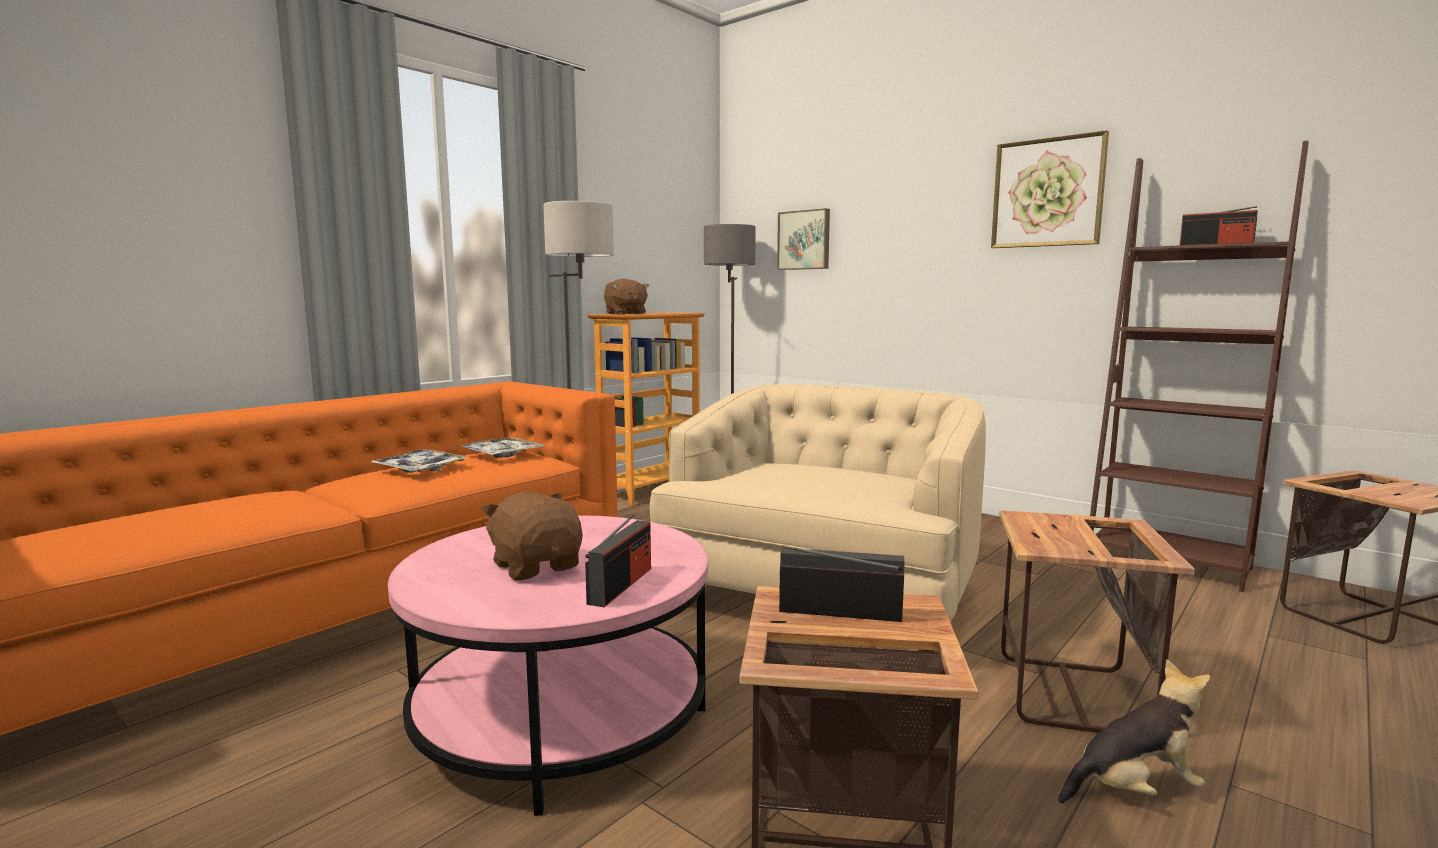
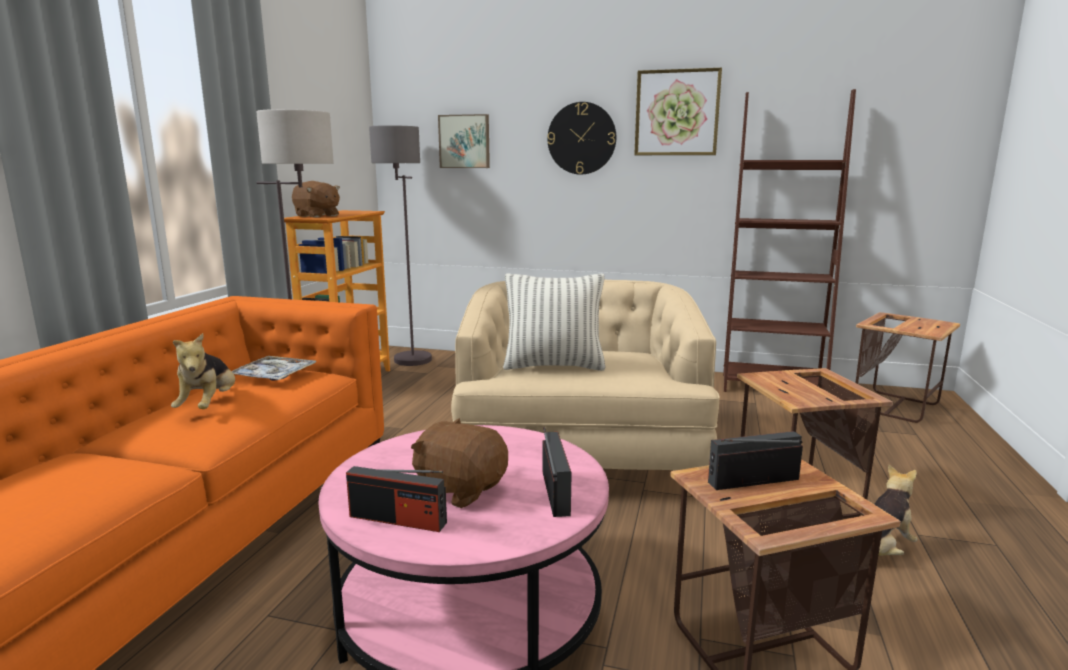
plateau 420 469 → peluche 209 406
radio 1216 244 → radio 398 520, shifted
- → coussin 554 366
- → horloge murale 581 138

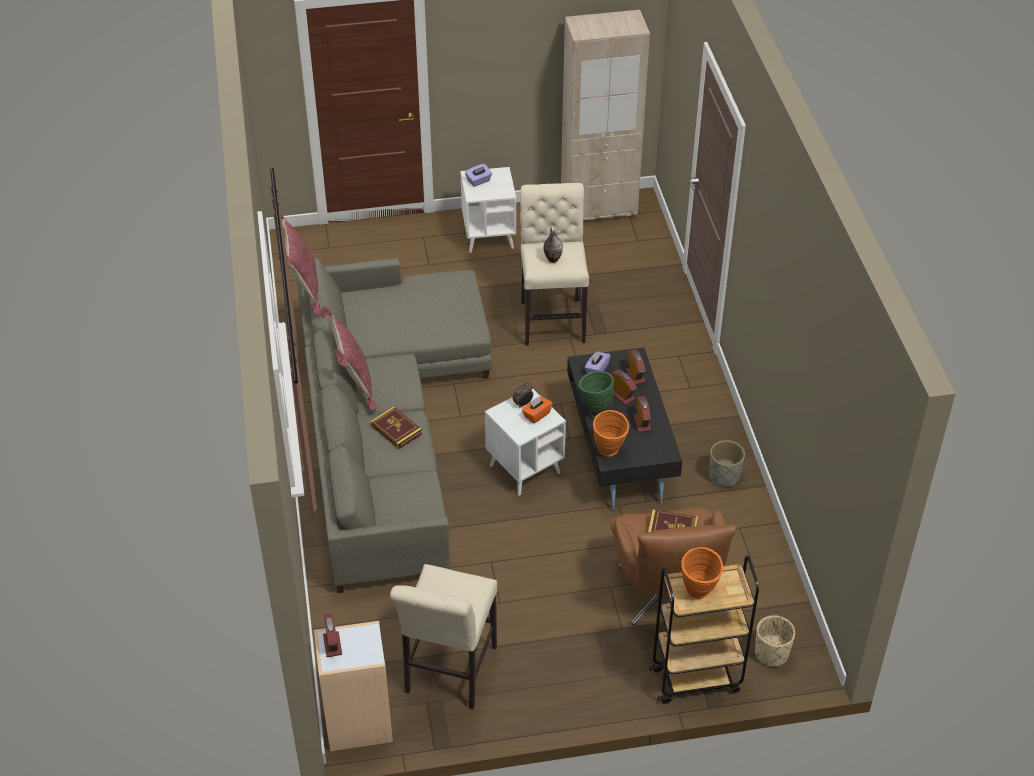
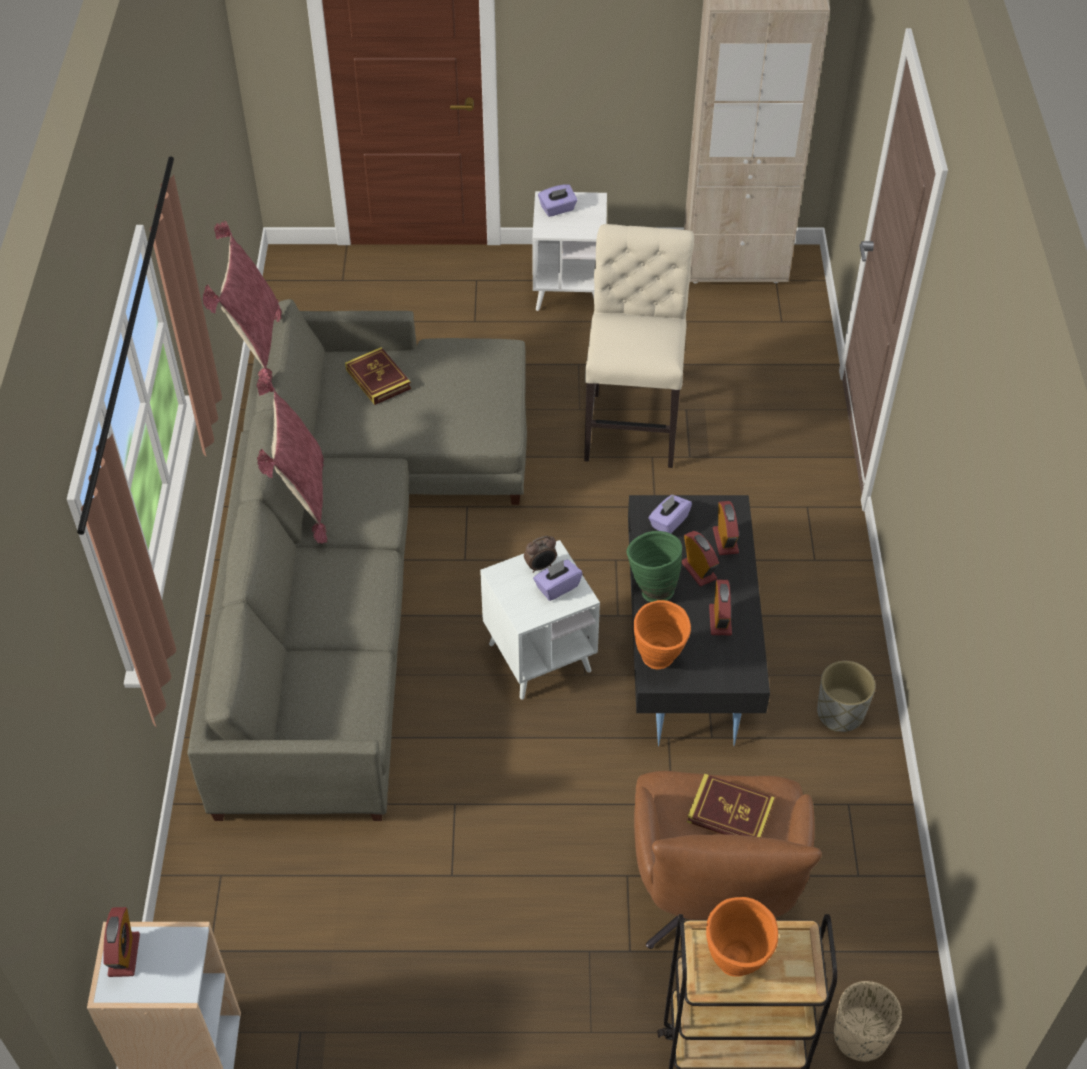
livre 396 430 → livre 378 379, shifted
boîte à mouchoirs (orange) 536 415 → boîte à mouchoirs (violet) 557 587
tabouret (beige) 448 674 → -
vase 552 259 → -

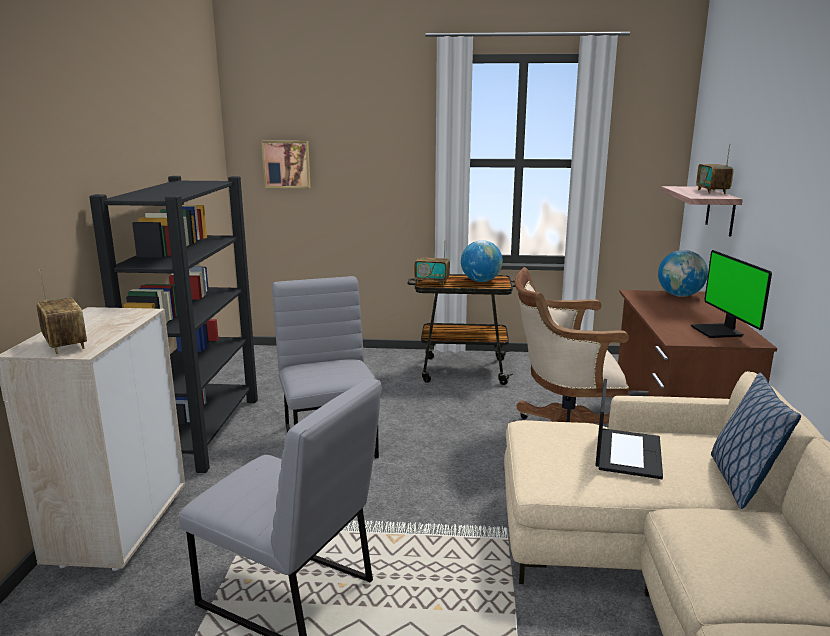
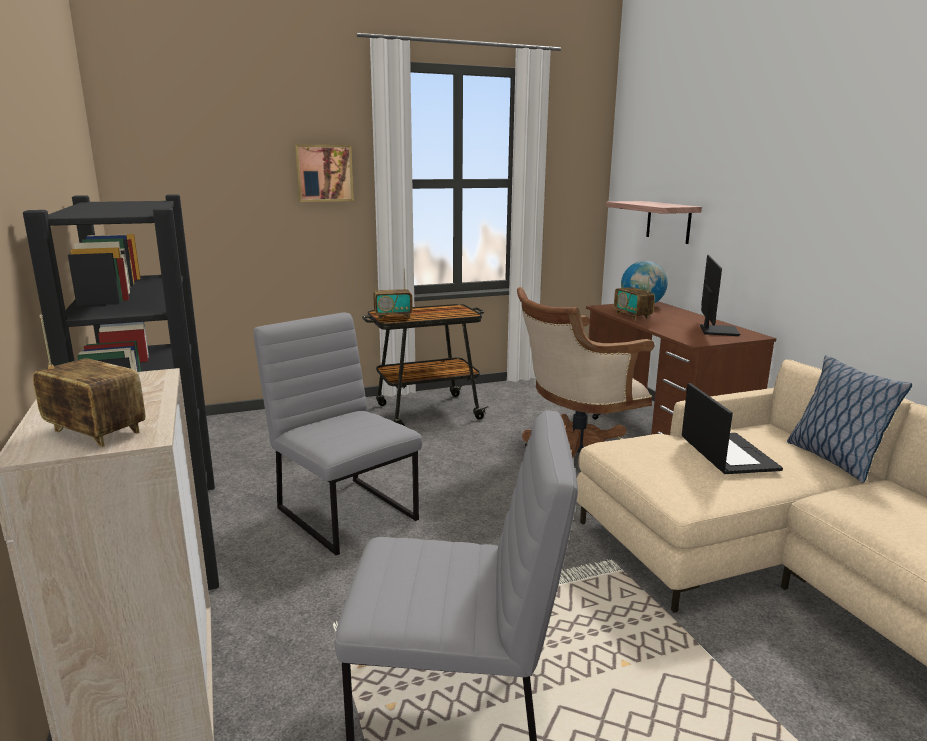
tableau 286 164 → tableau 324 173, shifted
radio 712 192 → radio 632 316, shifted
écran d'ordinateur 719 331 → écran d'ordinateur 716 331, 135 degrees counterclockwise
globe 481 281 → -

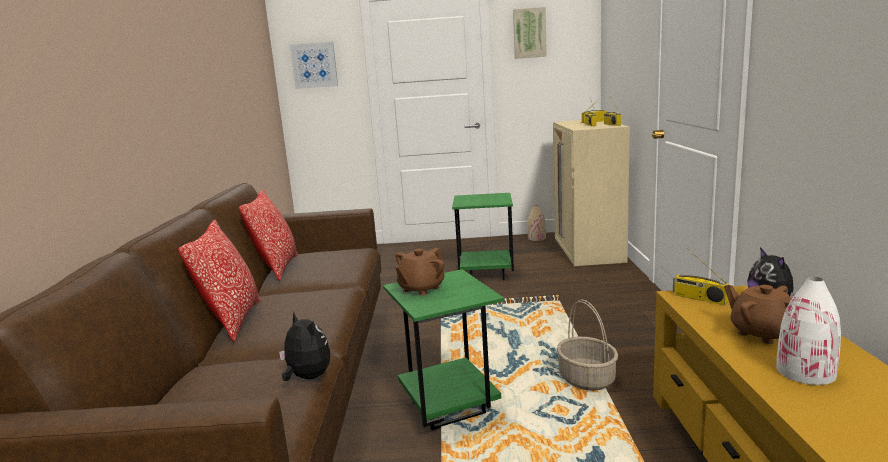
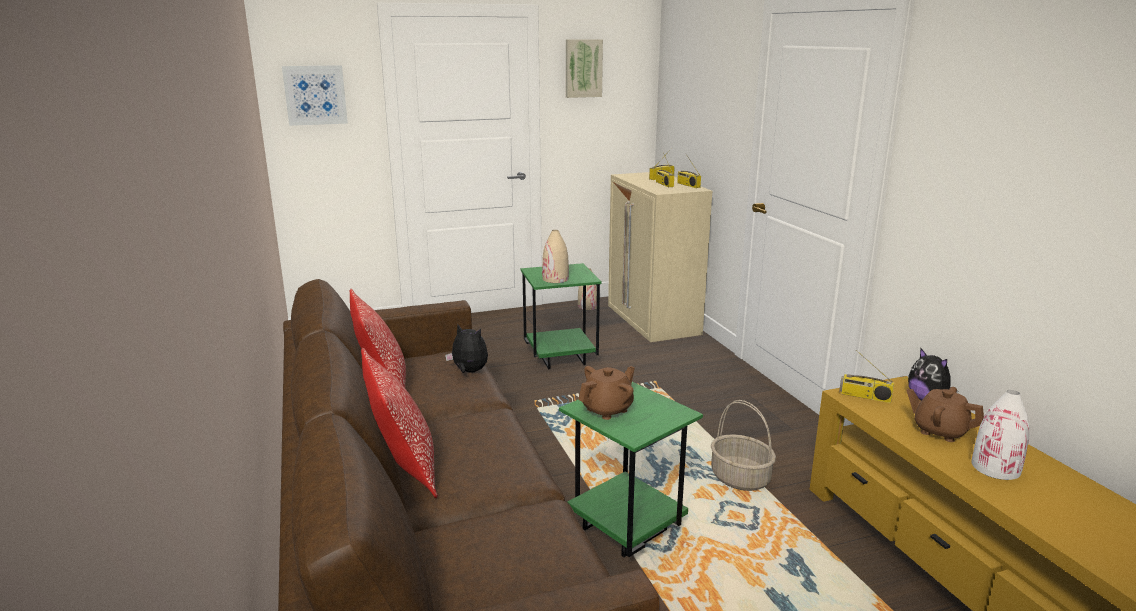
peluche 307 378 → peluche 469 372, shifted
- → vase (beige) 555 279
théière (marron) 421 289 → théière (marron) 607 409, 150 degrees counterclockwise

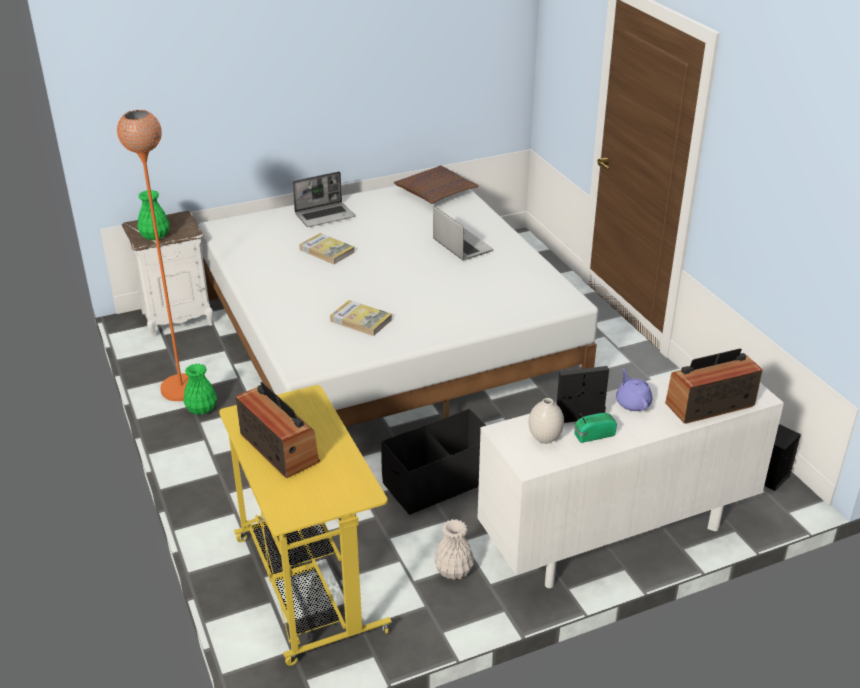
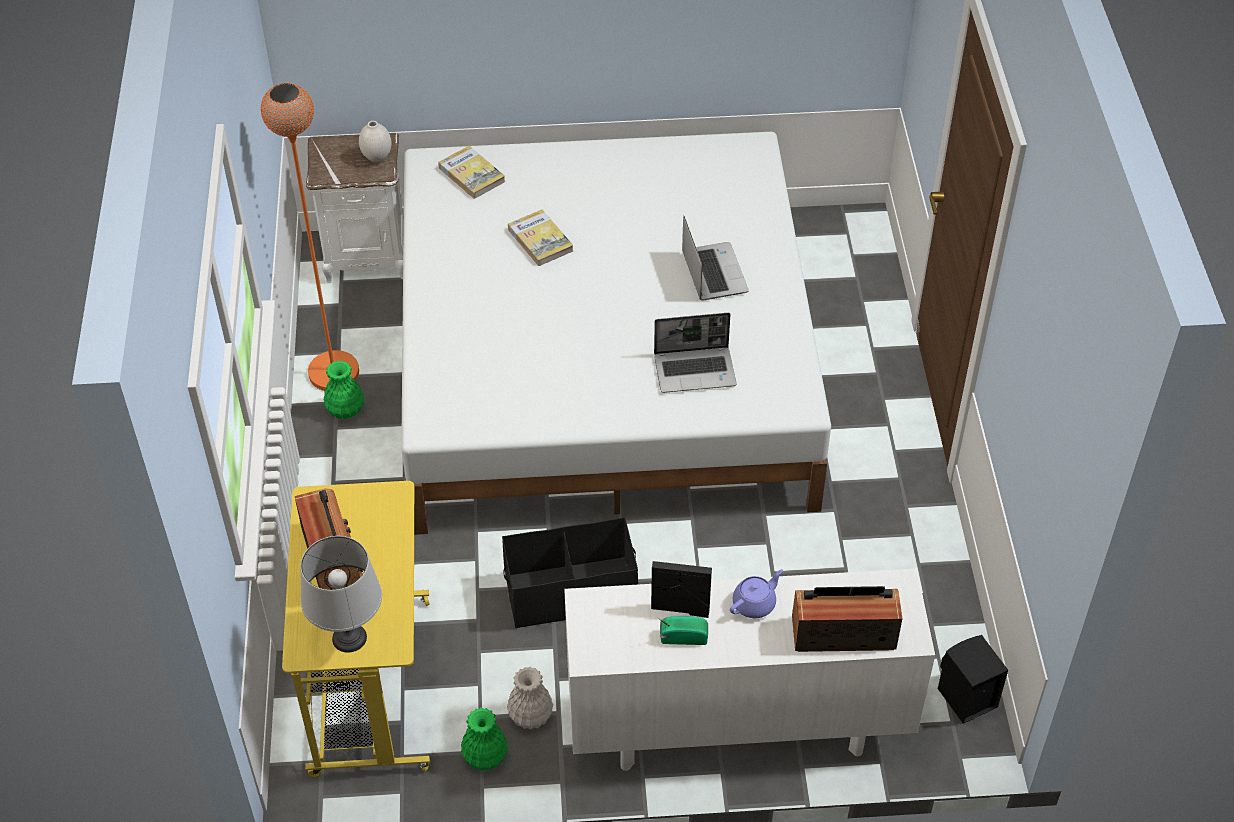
- → lampe de table (gris) 349 638
vase (blanc) 545 439 → vase (blanc) 377 157, shifted
livre 361 320 → livre 471 175, shifted
vase (vert) 155 236 → vase (vert) 486 756, shifted
ordinateur portable 325 215 → ordinateur portable 695 370, shifted
théière (violet) 632 403 → théière (violet) 755 604, 45 degrees clockwise
coussin (marron) 435 193 → -

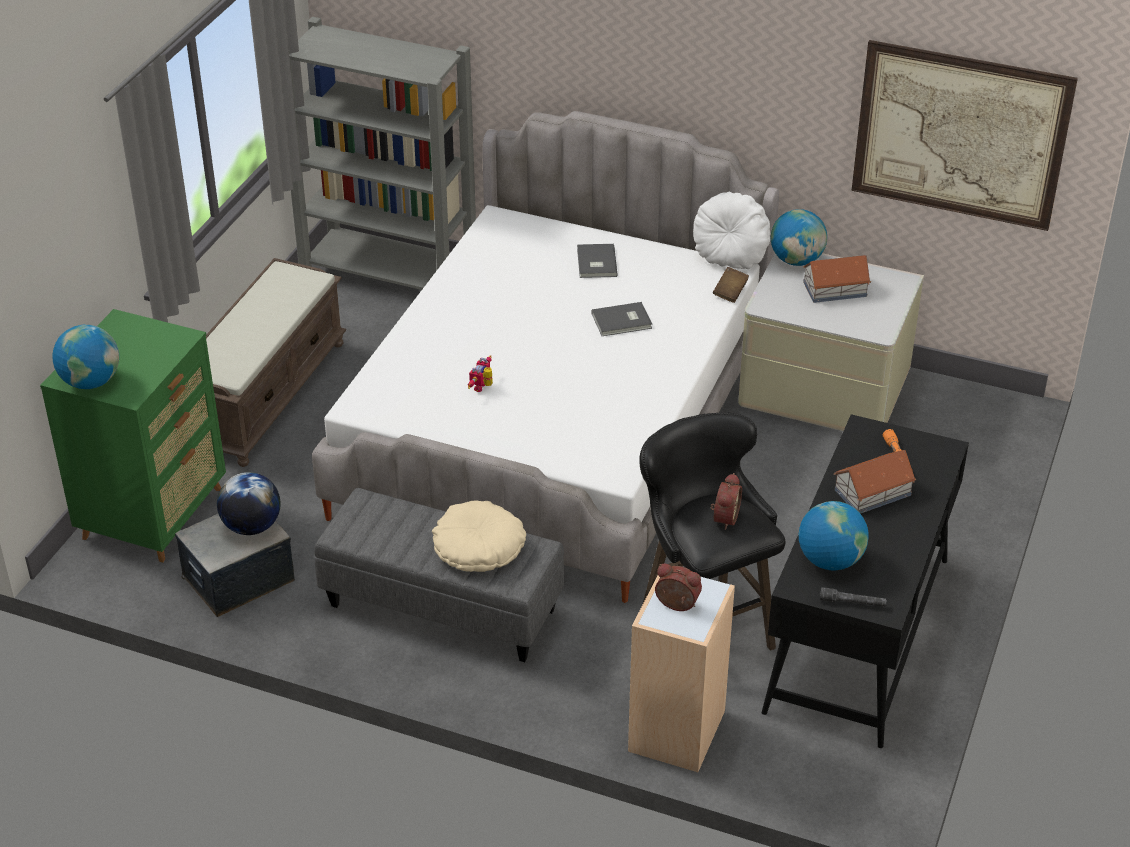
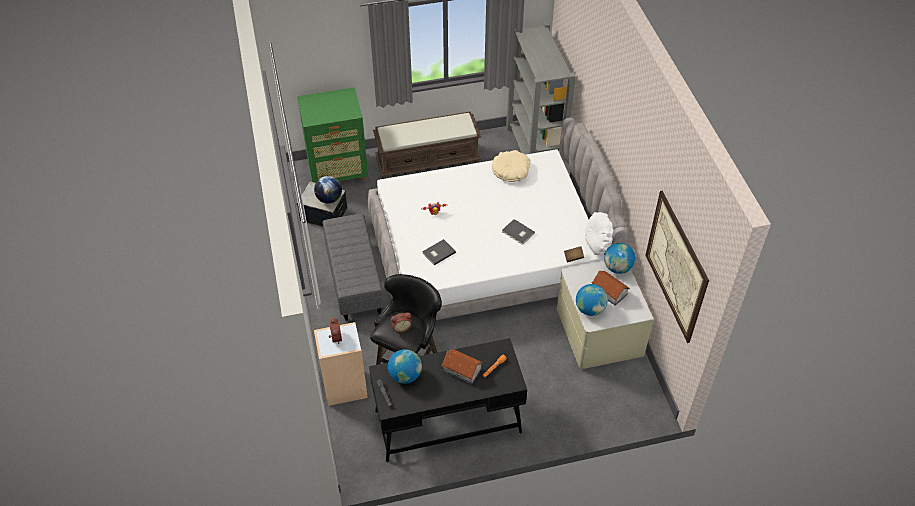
livre (gris) 595 263 → livre (gris) 438 252, shifted
coussin (beige) 477 548 → coussin (beige) 510 170, shifted
globe 90 382 → globe 590 309, shifted

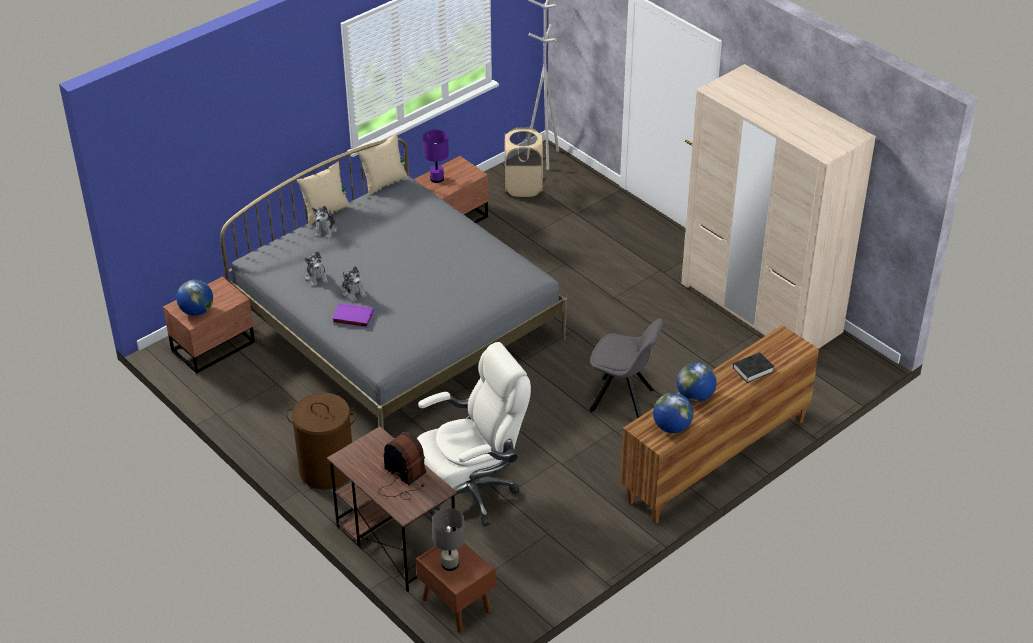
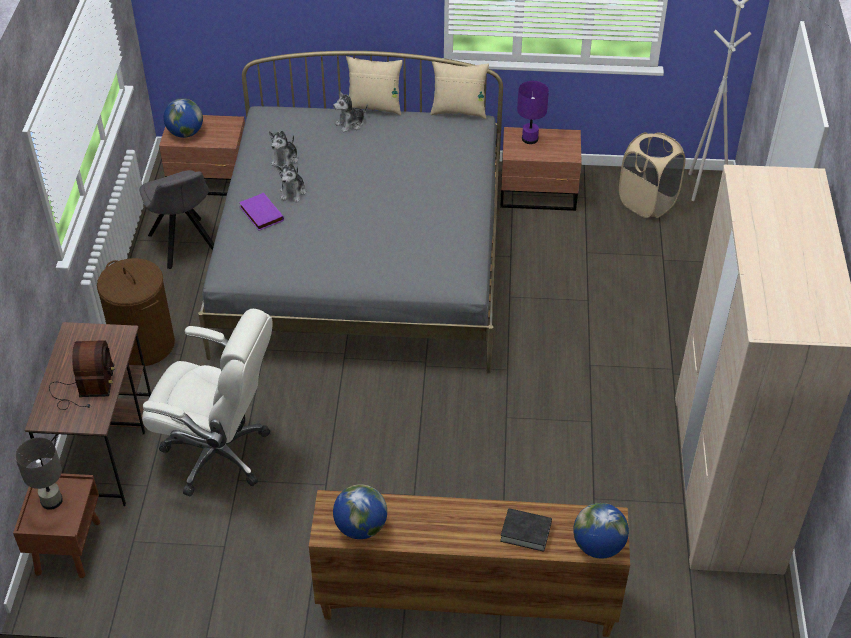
chaise (gris) 622 400 → chaise (gris) 184 244, shifted
globe 695 396 → globe 598 546, shifted

